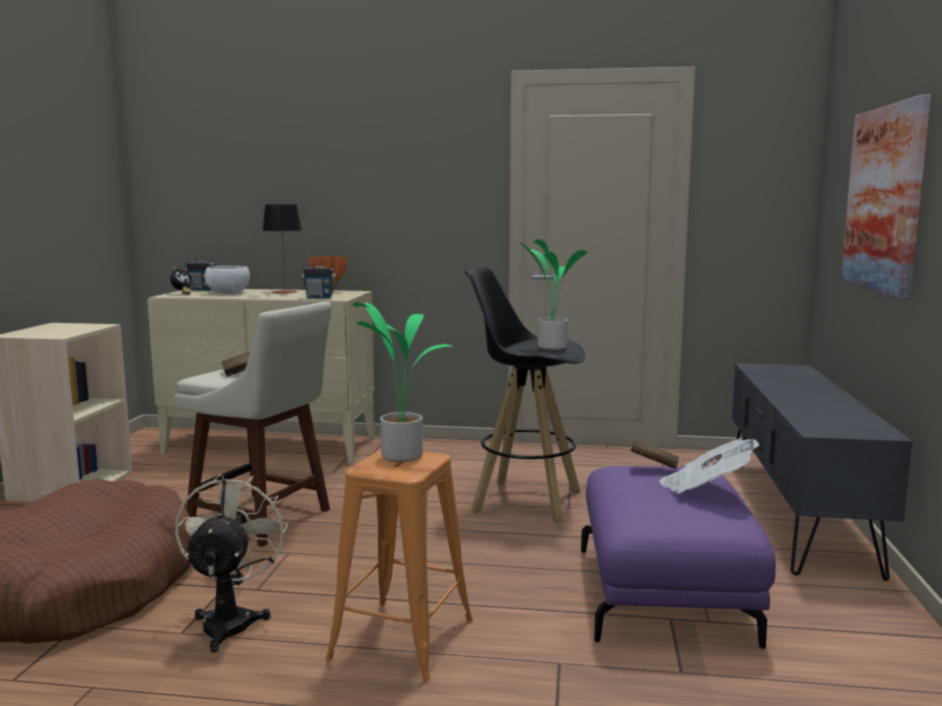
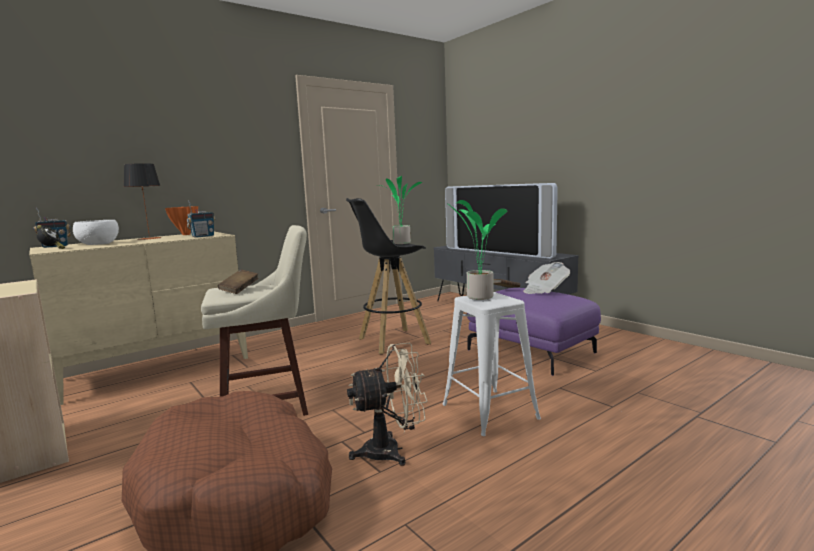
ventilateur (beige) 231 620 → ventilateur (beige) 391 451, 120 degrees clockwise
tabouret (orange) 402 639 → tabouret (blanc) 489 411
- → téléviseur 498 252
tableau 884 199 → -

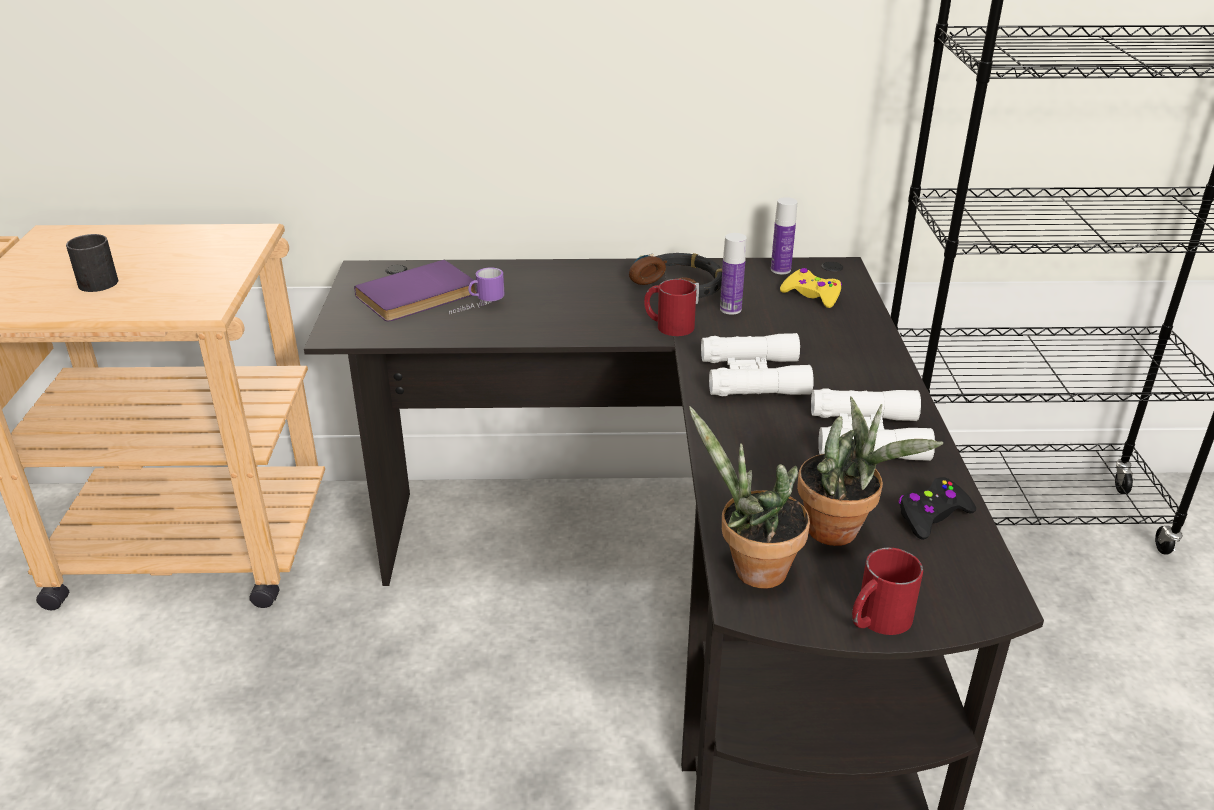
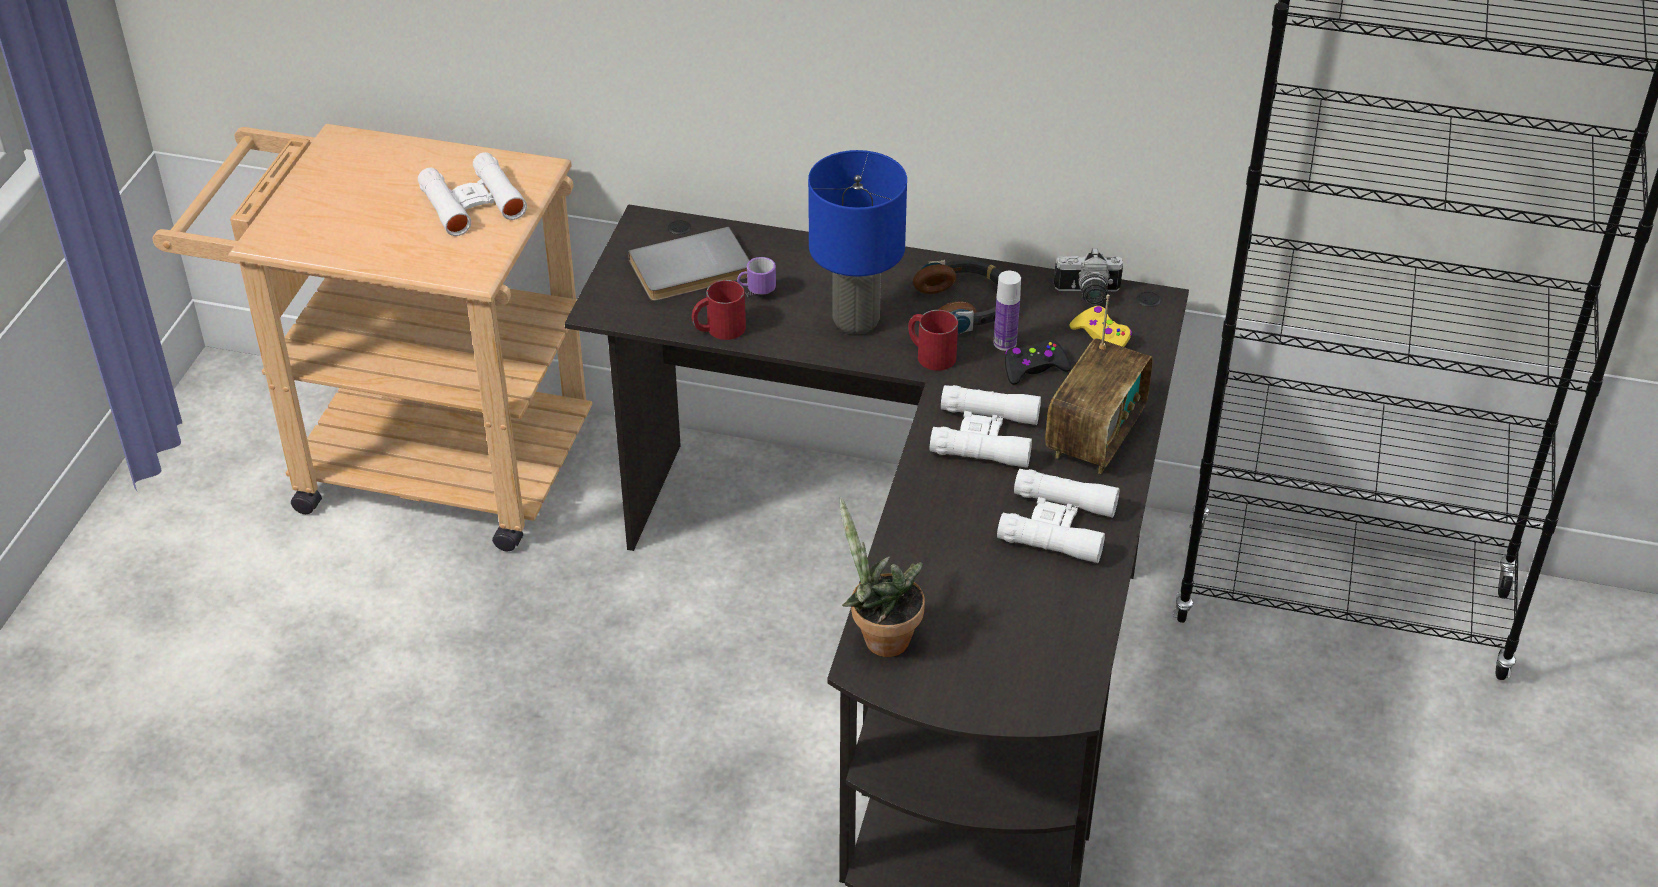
- → jumelles (blanc) 472 203
livre (violet) 419 296 → livre (gris) 692 271
mug (rouge) 876 620 → mug (rouge) 718 329, shifted
- → lampe de table (bleu) 858 321
manette (noir) 932 516 → manette (noir) 1034 368, shifted
- → radio 1094 437
bouteille 780 270 → appareil photo 1087 295
mug (noir) 94 281 → -
plante en pot 841 531 → -

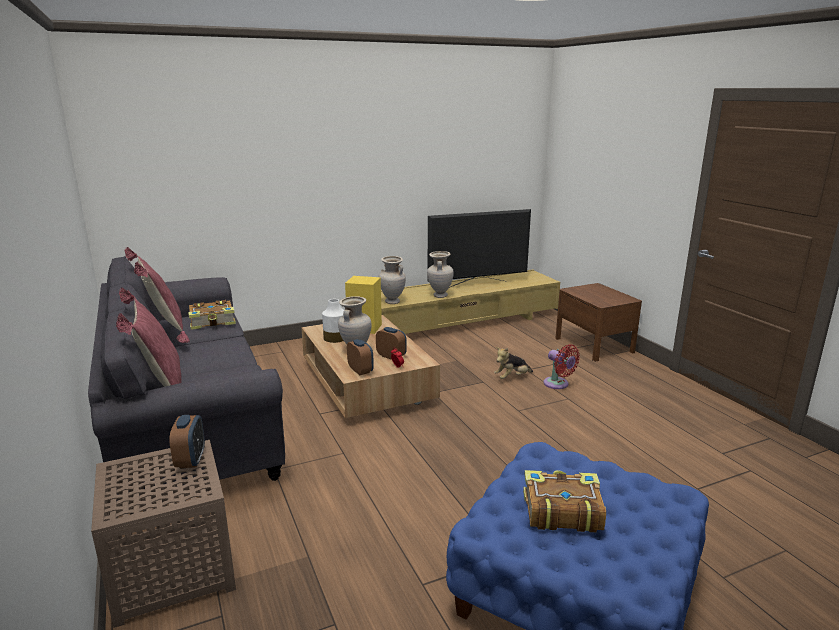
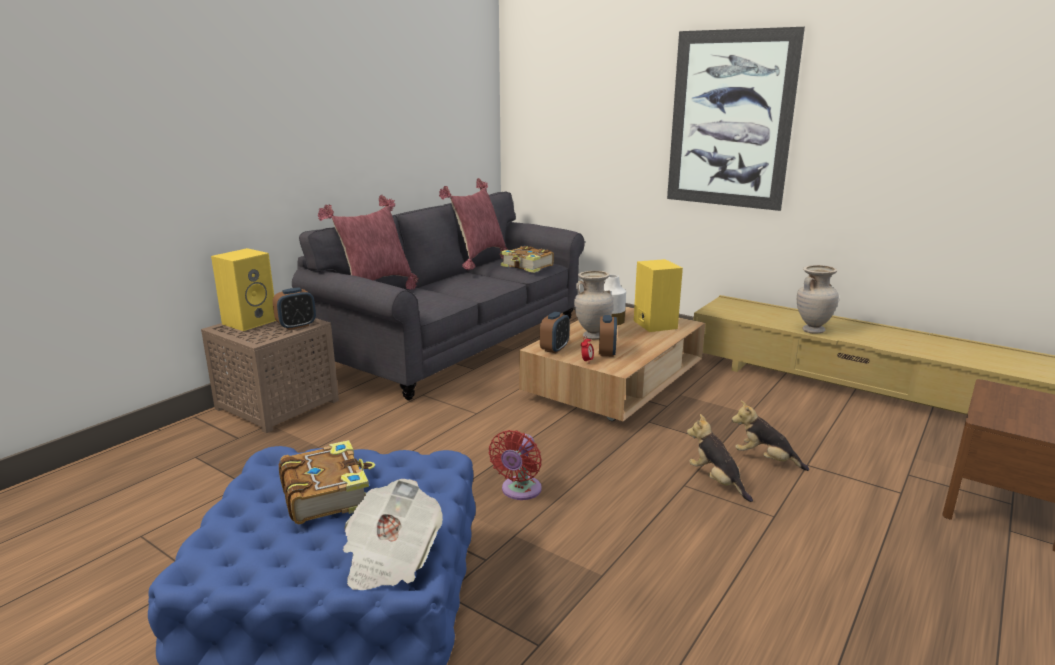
- → enceinte (jaune) 250 321
- → journal 390 558
ventilateur (rouge) 558 384 → ventilateur (rouge) 519 491, shifted
- → tableau 730 120
- → peluche 716 481
vase (beige) 392 302 → -
téléviseur 477 284 → -

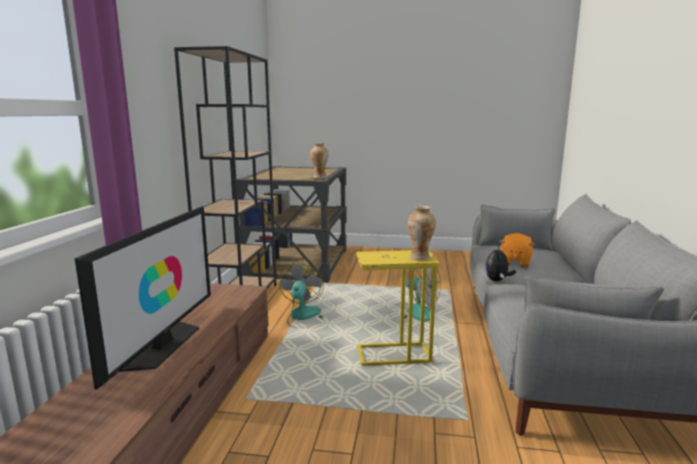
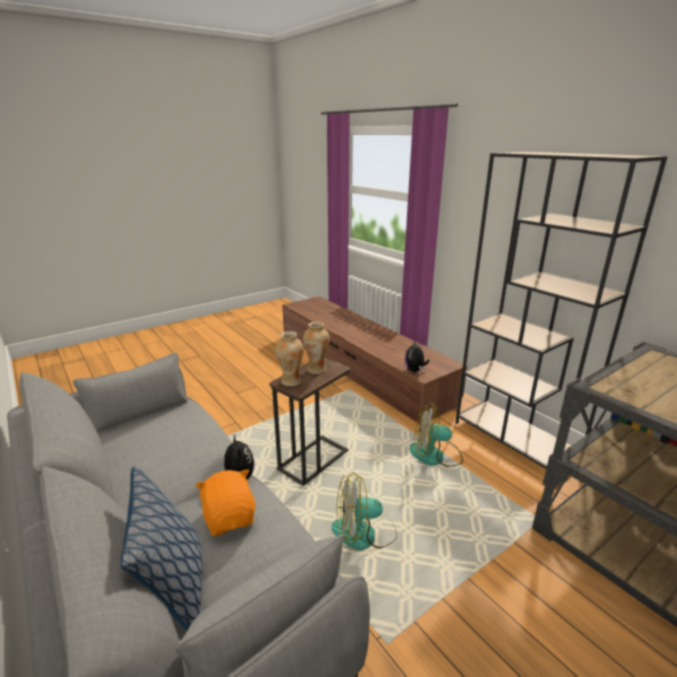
- → coussin 175 587
table d'appoint (jaune) 394 354 → table d'appoint (marron) 313 460
vase 319 177 → vase 316 369, shifted
- → peluche 415 370
ventilateur 304 317 → ventilateur 435 455, 135 degrees clockwise
téléviseur 163 345 → -

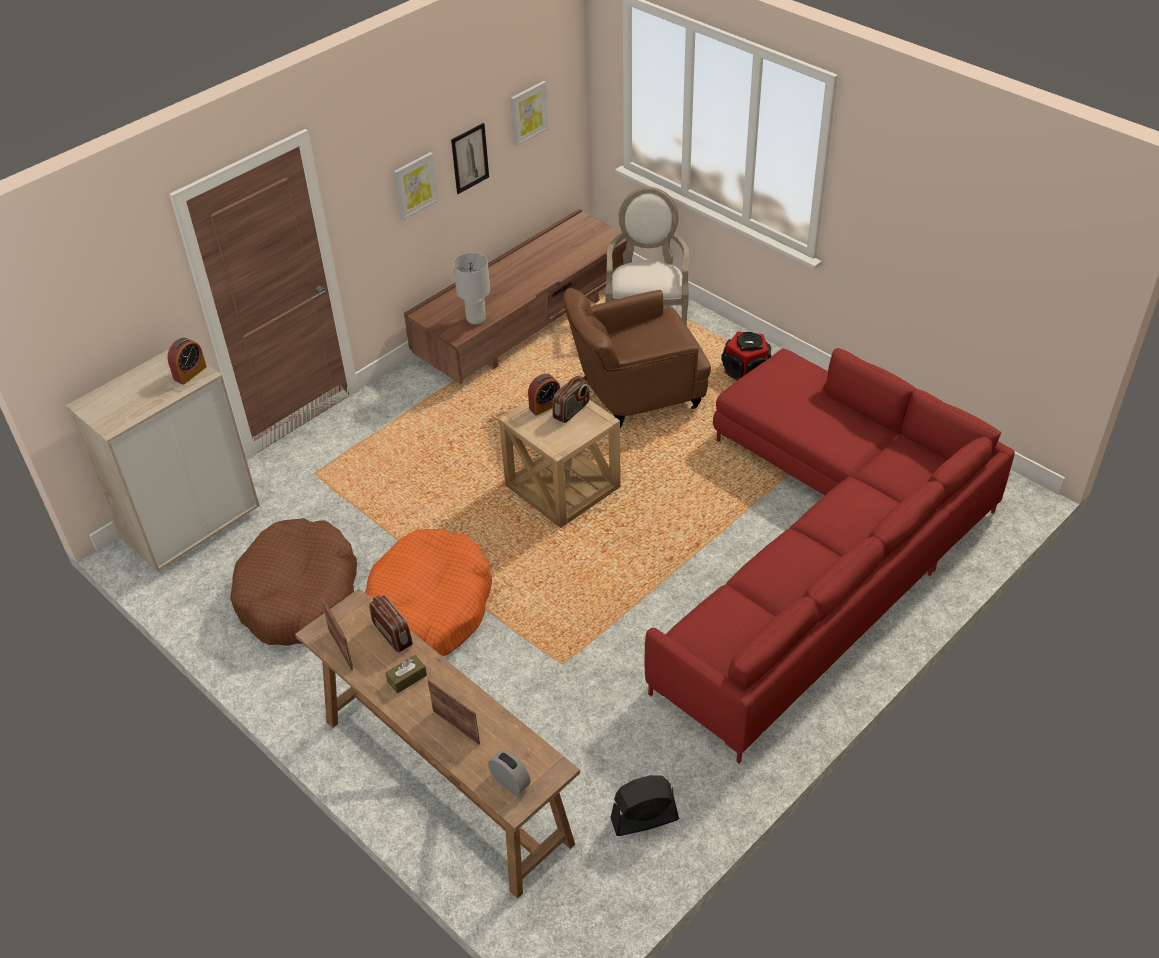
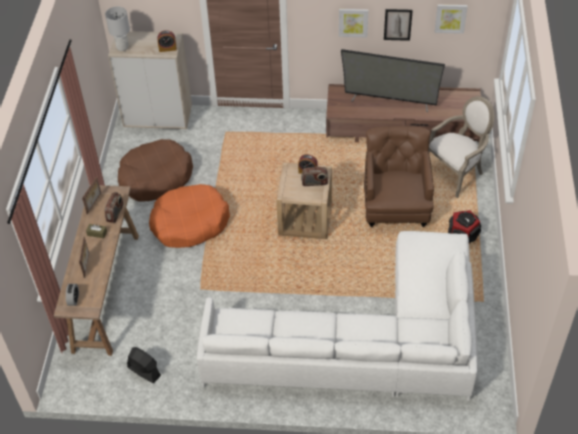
lampe de table (gris) 476 320 → lampe de table (gris) 123 48, shifted
canapé (rouge) 822 550 → canapé (blanc) 365 342
- → téléviseur 390 100
fauteuil (marron) 634 394 → fauteuil (marron) 395 203, 60 degrees clockwise

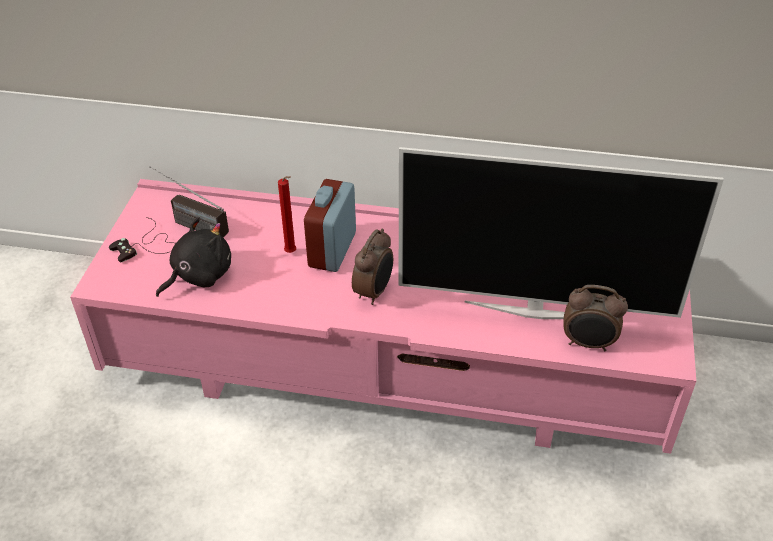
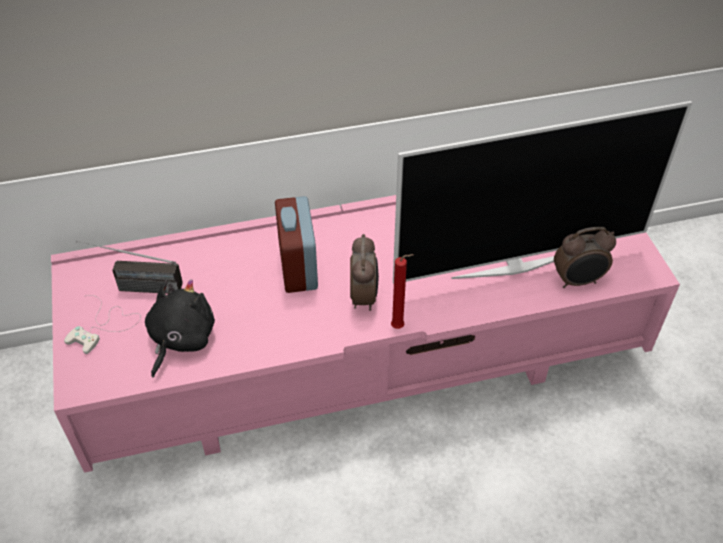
manette (noir) 146 246 → manette (blanc) 104 326
bougie (rouge) 292 253 → bougie (rouge) 399 327, shifted

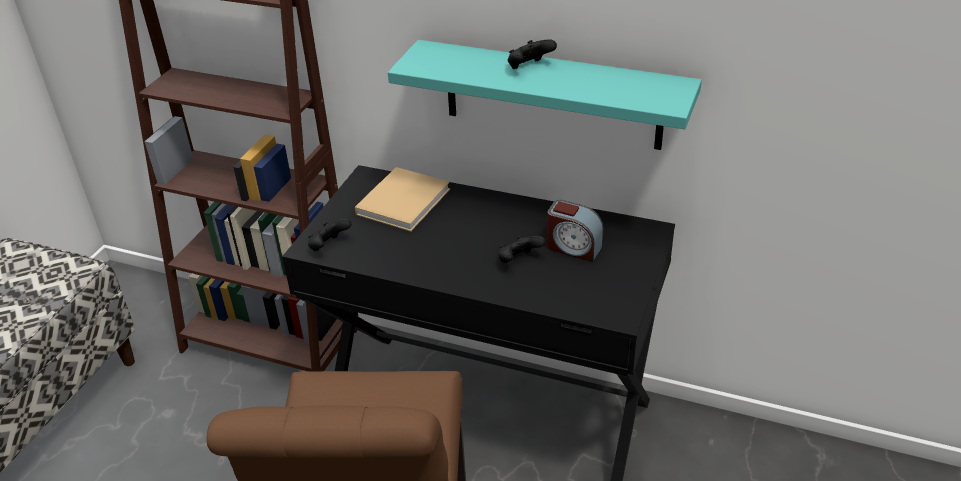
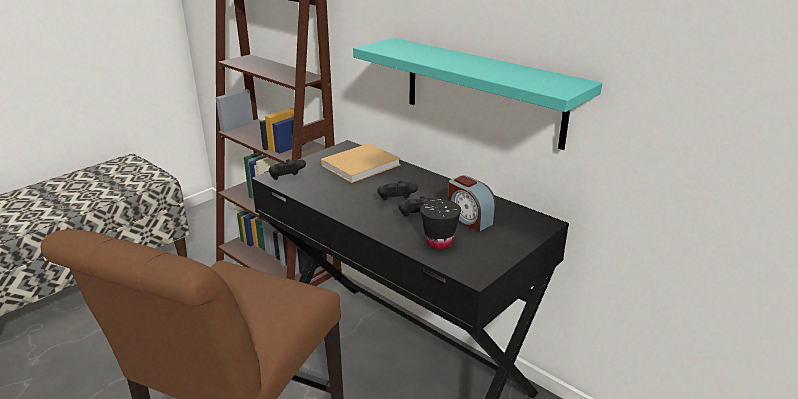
manette (noir) 529 67 → manette (noir) 396 201, shifted
- → tasse (noir) 439 242

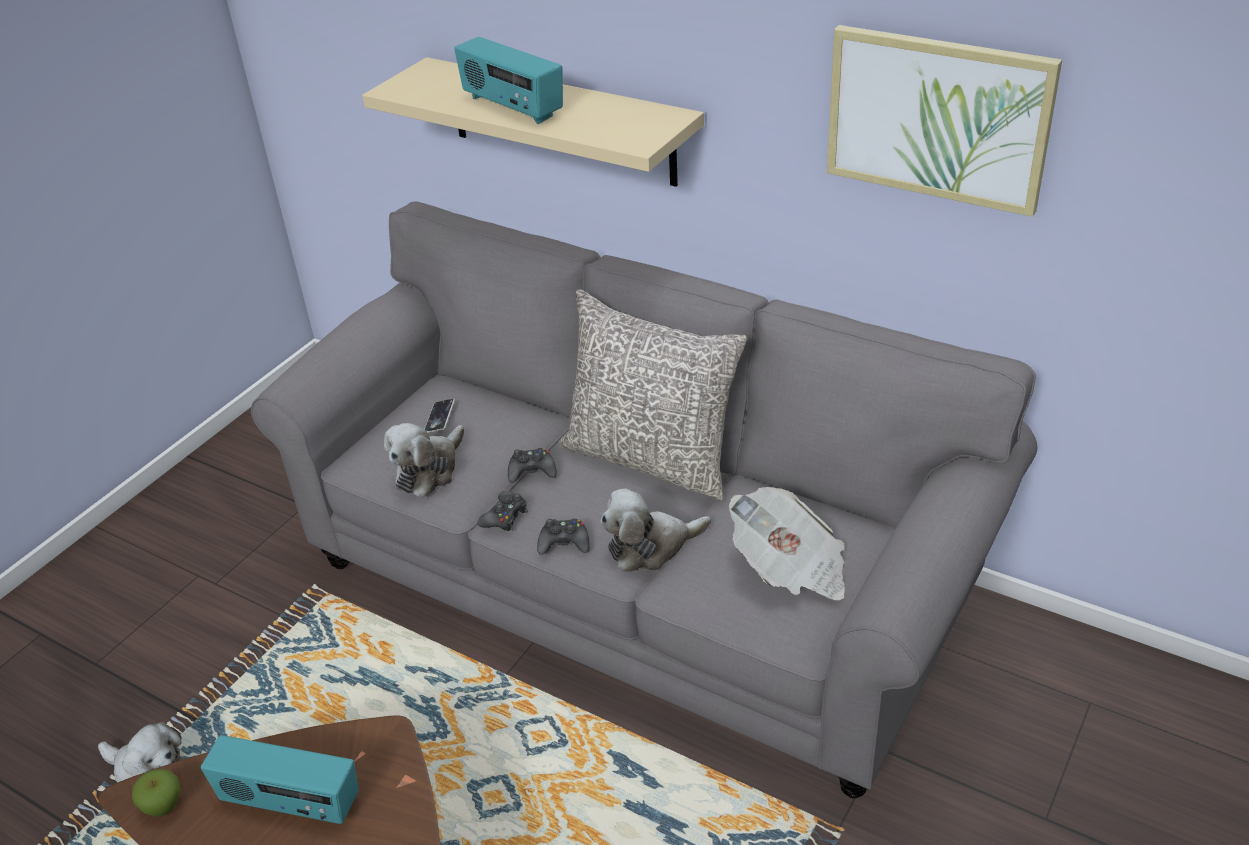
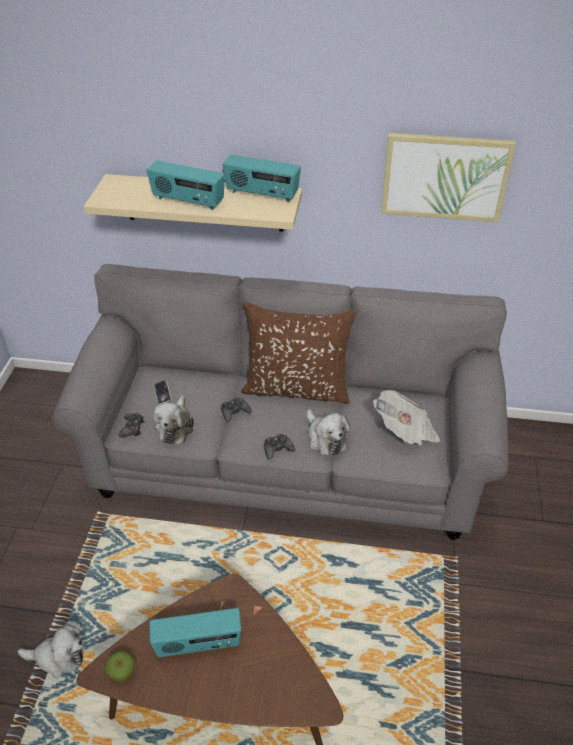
manette (noir) 505 517 → manette (noir) 132 428, shifted
- → radio 262 194
coussin (gris) 651 458 → coussin (marron) 296 388
peluche 651 546 → peluche 325 438, 75 degrees counterclockwise

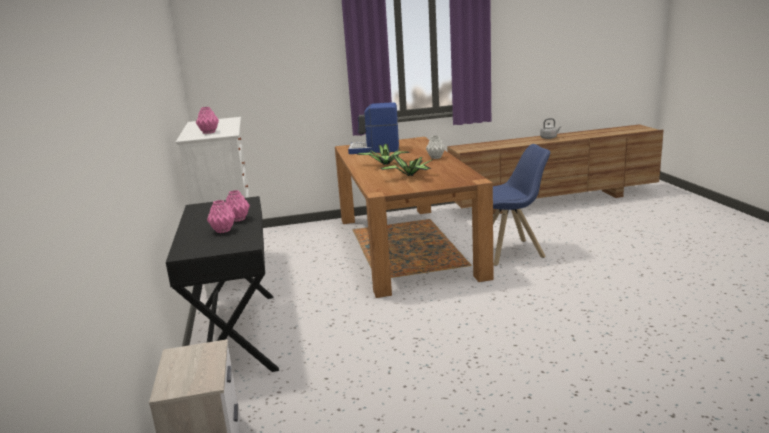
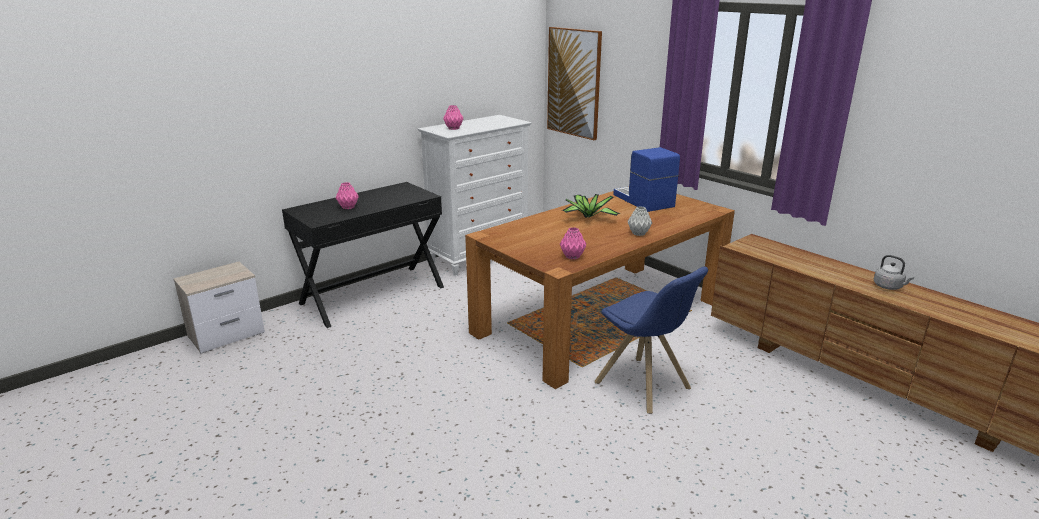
- → tableau 574 83
vase (rose) 238 219 → vase (rose) 573 256, shifted
plante en pot 410 176 → -

